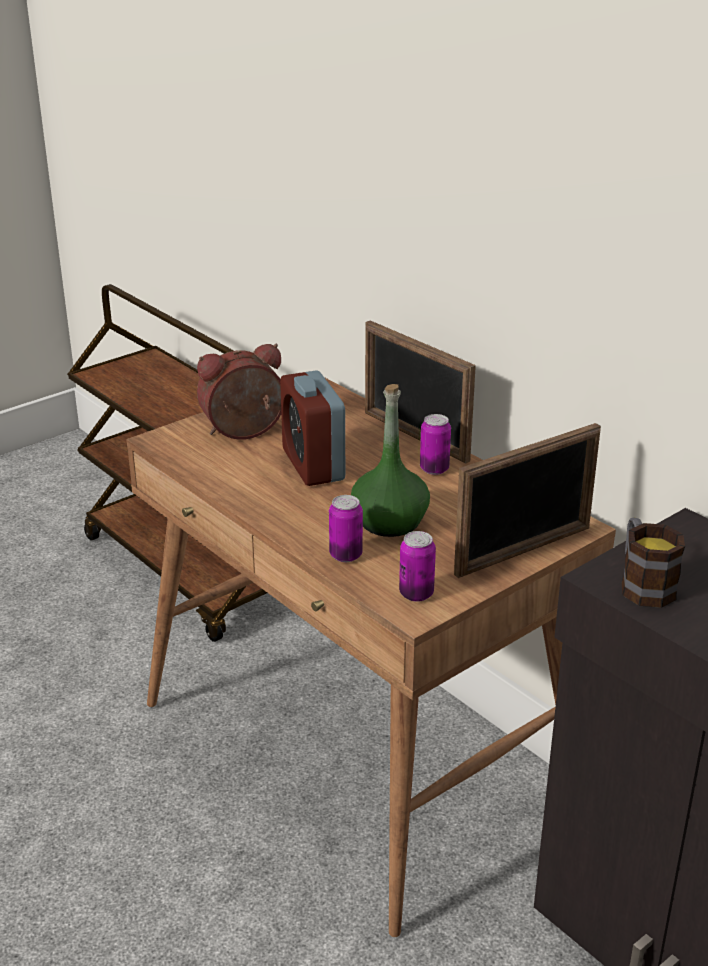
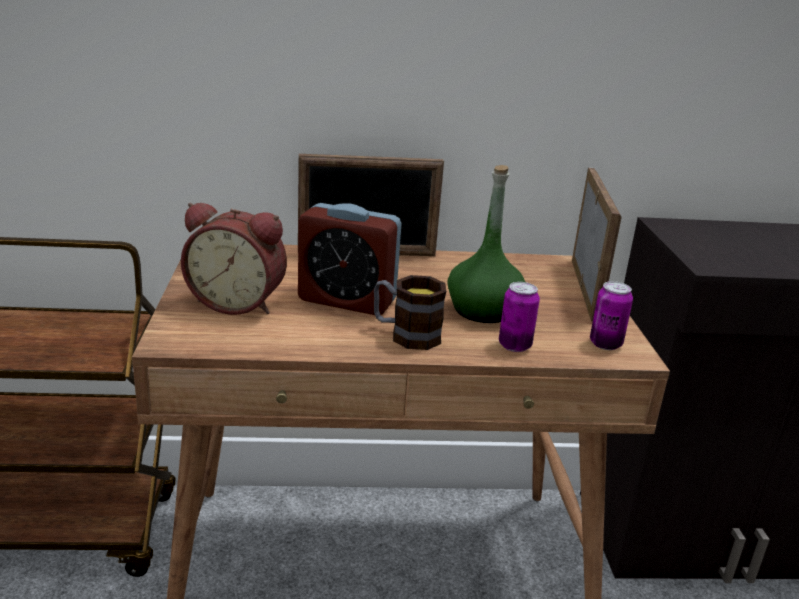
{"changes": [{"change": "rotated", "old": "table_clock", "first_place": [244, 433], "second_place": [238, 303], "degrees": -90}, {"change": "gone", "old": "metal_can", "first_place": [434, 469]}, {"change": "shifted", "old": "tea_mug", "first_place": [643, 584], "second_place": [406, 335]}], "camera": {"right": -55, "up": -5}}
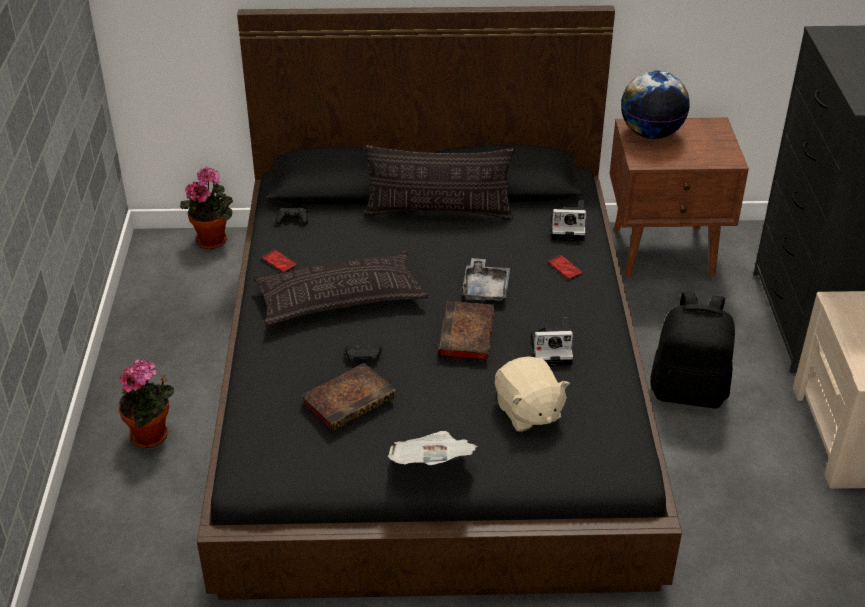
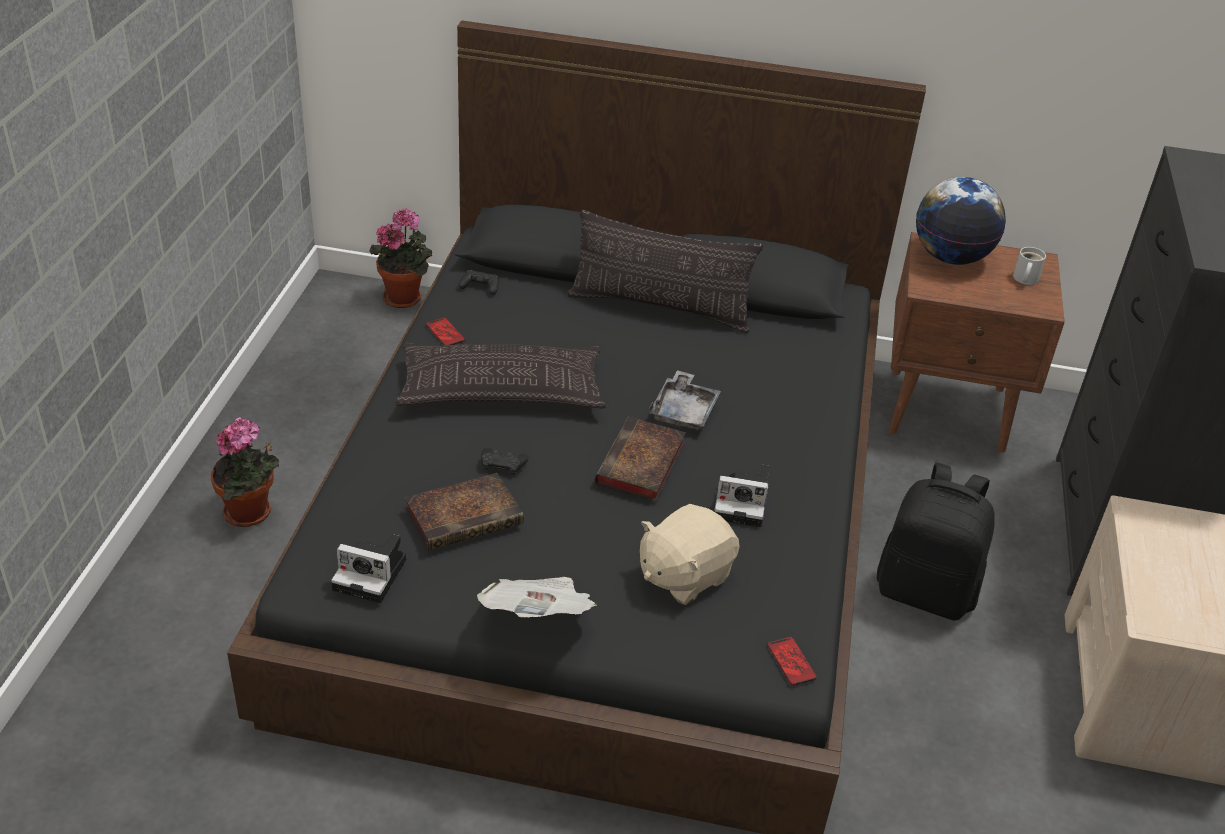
{"changes": [{"change": "shifted", "old": "photo_camera", "first_place": [569, 228], "second_place": [373, 574]}, {"change": "shifted", "old": "handset", "first_place": [564, 268], "second_place": [791, 661]}, {"change": "rotated", "old": "beige_cuddly_toy", "first_place": [528, 412], "second_place": [683, 575], "degrees": 60}, {"change": "new", "new": "white_tea_mug", "second_place": [1024, 279]}], "camera": {"right": 10, "up": 0}}
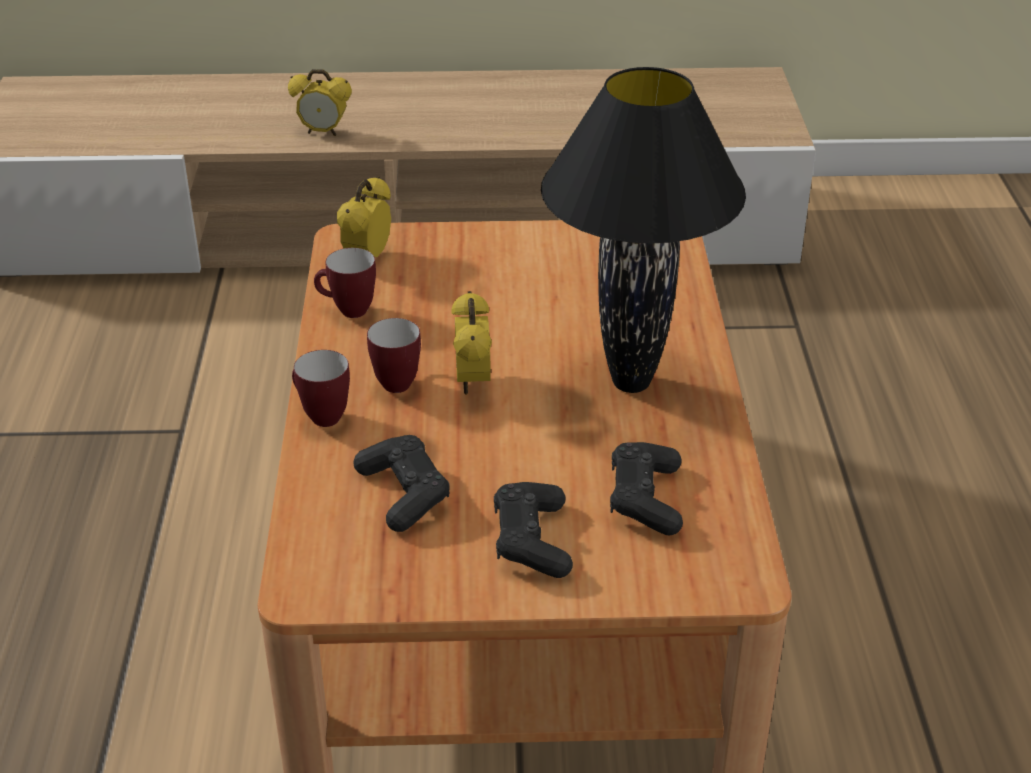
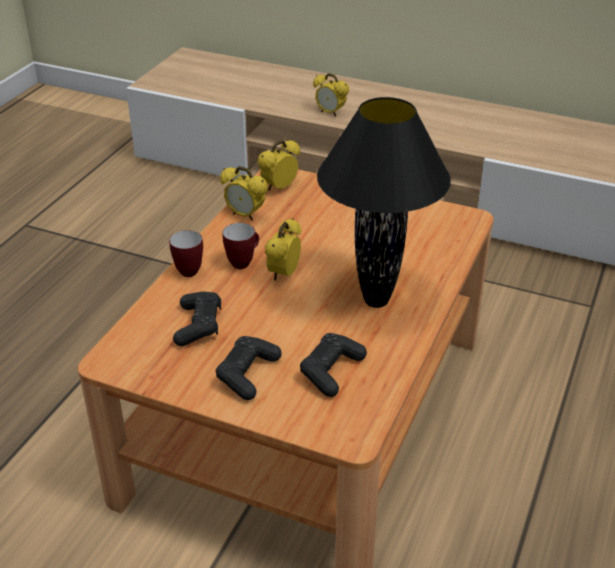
{"changes": [{"change": "swapped", "old": "tea_mug", "new": "table_clock", "first_place": [347, 311], "second_place": [245, 215]}], "camera": {"right": 25, "up": 0}}
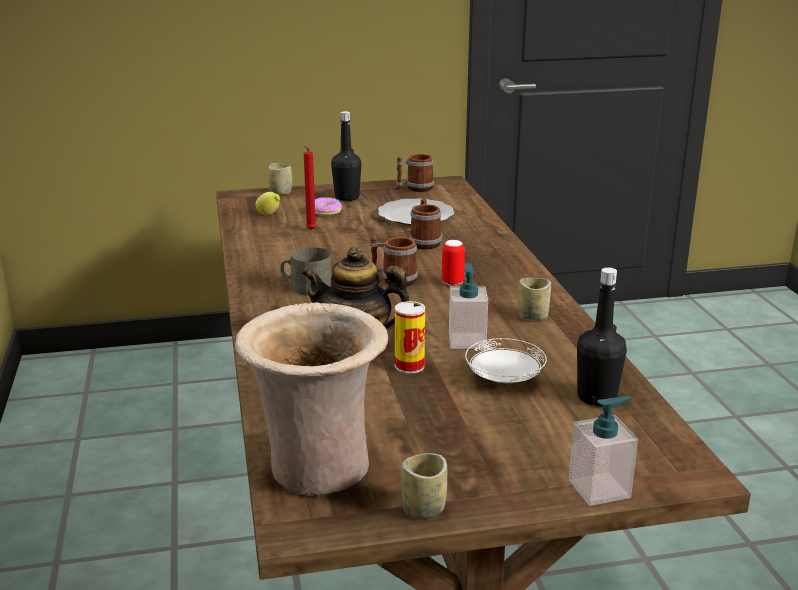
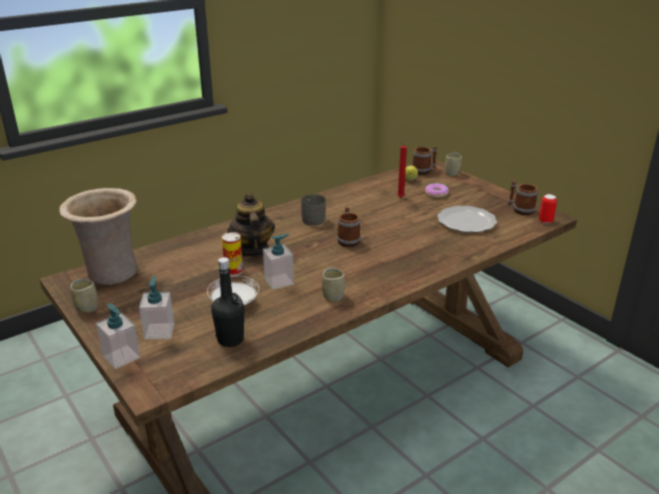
{"changes": [{"change": "gone", "old": "black_bottle", "first_place": [347, 197]}, {"change": "shifted", "old": "tea_mug", "first_place": [424, 242], "second_place": [424, 170]}, {"change": "shifted", "old": "metal_can", "first_place": [452, 283], "second_place": [545, 221]}, {"change": "new", "new": "soap_bottle", "second_place": [159, 331]}], "camera": {"right": 65, "up": 5}}
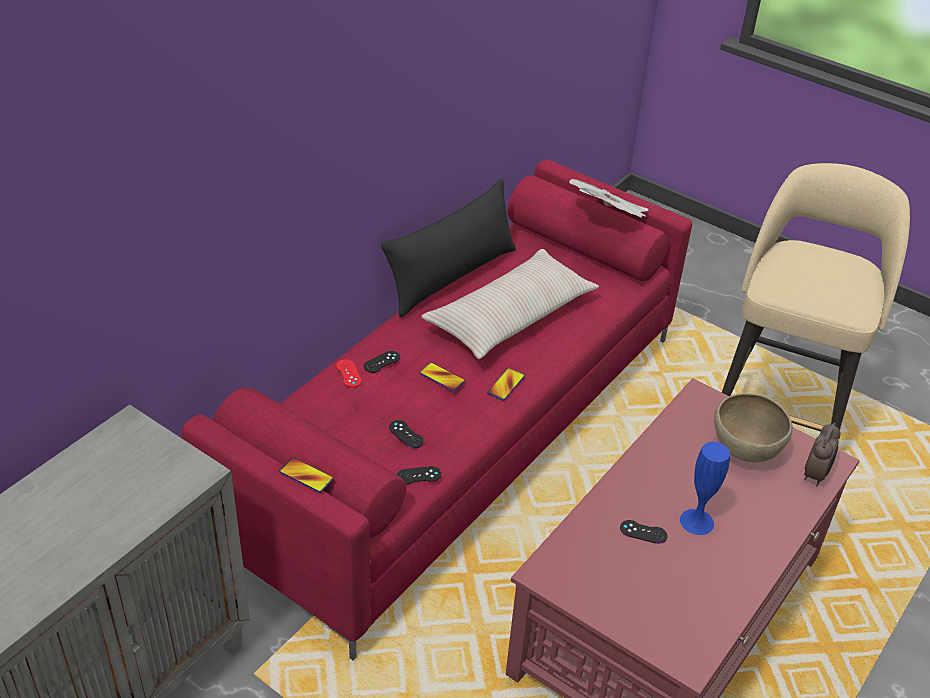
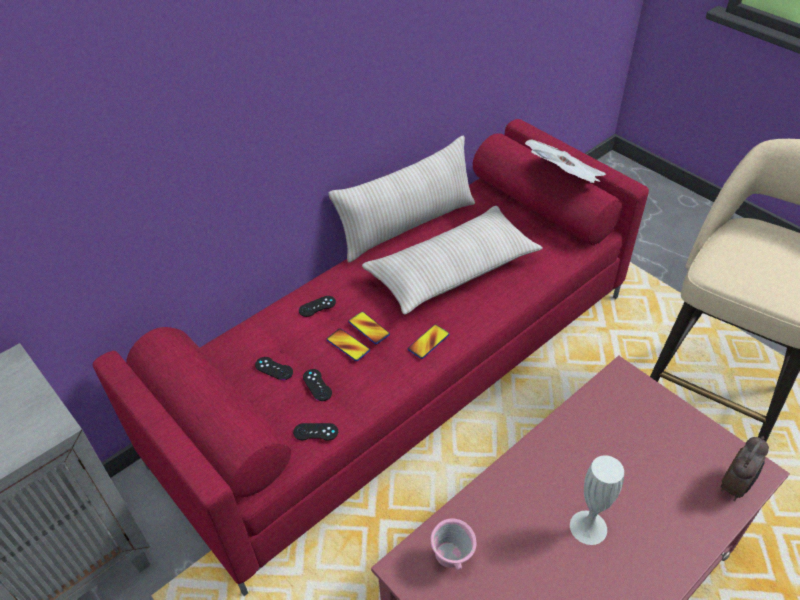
{"changes": [{"change": "repainted", "old": "black_throw_pillow", "new": "beige_throw_pillow", "first_place": [451, 276], "second_place": [407, 226]}, {"change": "gone", "old": "red_gamepad", "first_place": [349, 373]}, {"change": "gone", "old": "brownish_serving_bowl", "first_place": [744, 451]}, {"change": "repainted", "old": "blue_flower_vase", "new": "white_flower_vase", "first_place": [697, 521], "second_place": [588, 527]}, {"change": "shifted", "old": "handset", "first_place": [306, 476], "second_place": [348, 345]}, {"change": "shifted", "old": "black_gamepad", "first_place": [643, 532], "second_place": [274, 368]}, {"change": "new", "new": "pinkish_tea_mug", "second_place": [452, 559]}], "camera": {"right": 15, "up": 5}}
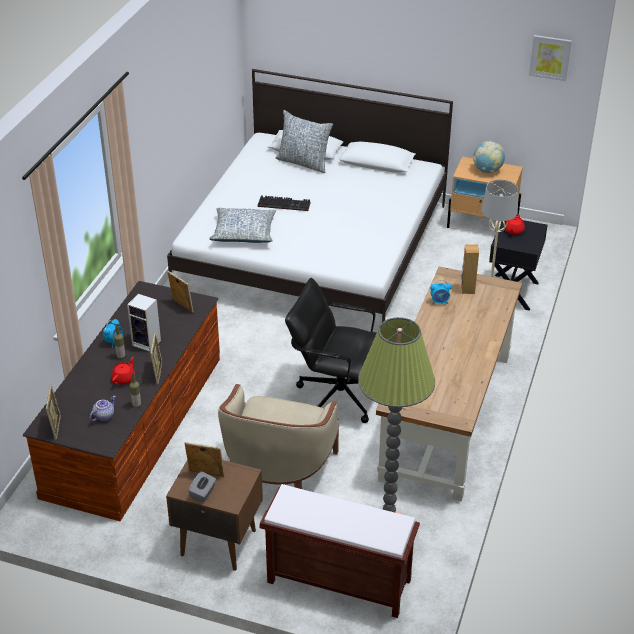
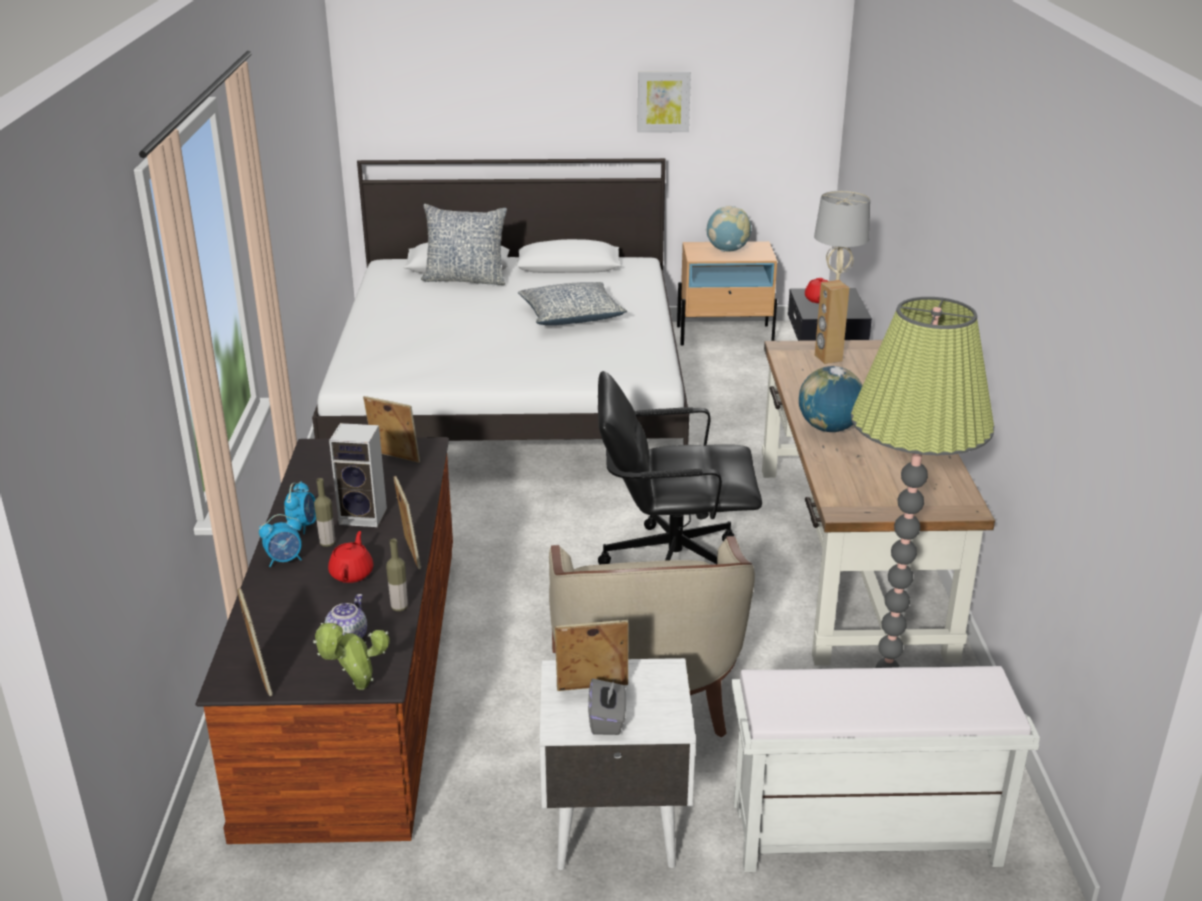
{"changes": [{"change": "shifted", "old": "wall_picture", "first_place": [550, 57], "second_place": [663, 101]}, {"change": "gone", "old": "PC_keyboard", "first_place": [285, 204]}, {"change": "shifted", "old": "throw_pillow", "first_place": [244, 233], "second_place": [571, 316]}, {"change": "shifted", "old": "table_clock", "first_place": [439, 302], "second_place": [285, 560]}, {"change": "repainted", "old": "brownish_night_table", "new": "white_night_table", "first_place": [217, 541], "second_place": [612, 827]}, {"change": "repainted", "old": "brownish_bench", "new": "white_bench", "first_place": [337, 581], "second_place": [862, 835]}, {"change": "new", "new": "world_globe", "second_place": [828, 428]}, {"change": "new", "new": "houseplant", "second_place": [357, 688]}], "camera": {"right": -20, "up": -10}}
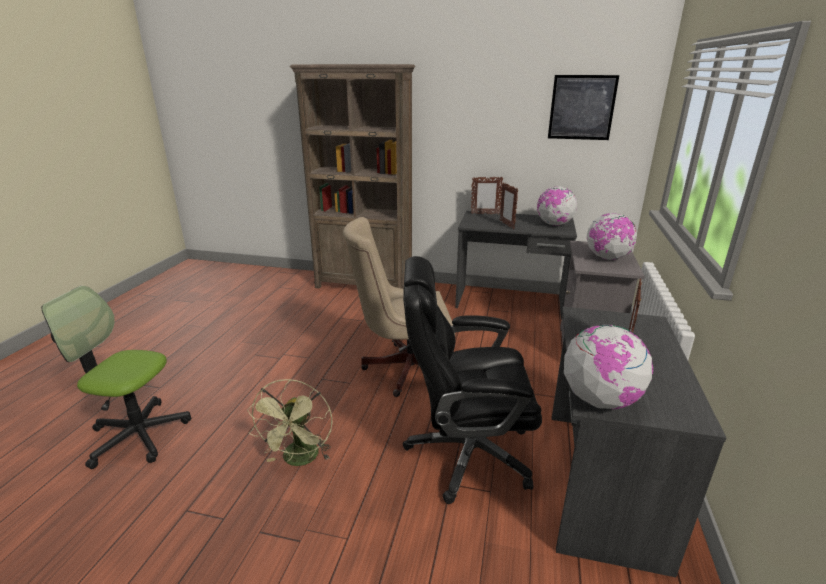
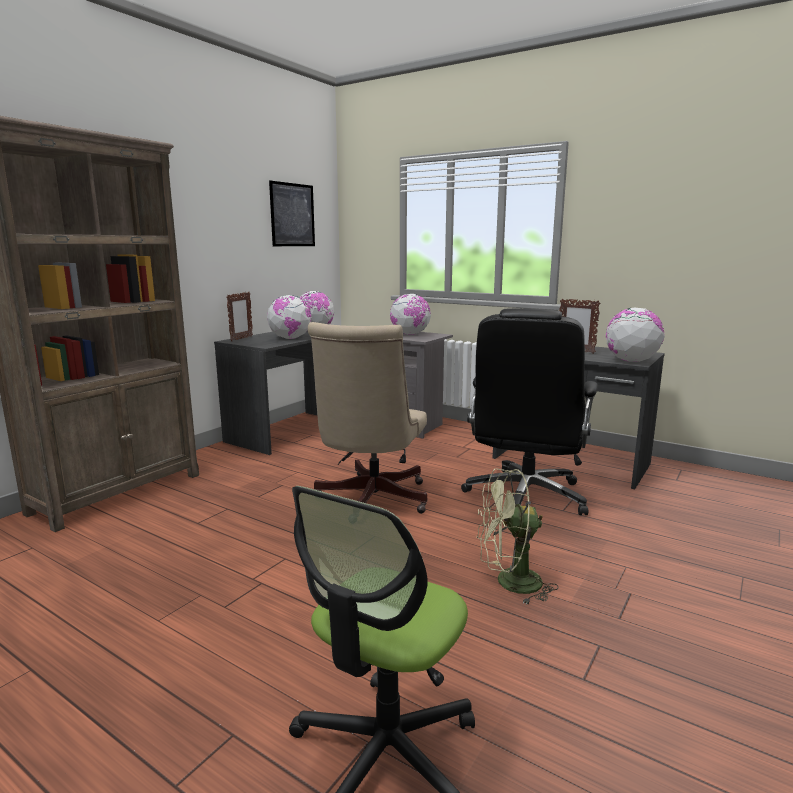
{"changes": [{"change": "swapped", "old": "standing_frame", "new": "world_globe", "first_place": [506, 225], "second_place": [290, 338]}, {"change": "rotated", "old": "green_electric_fan", "first_place": [300, 460], "second_place": [509, 583], "degrees": 150}], "camera": {"right": -70, "up": -10}}
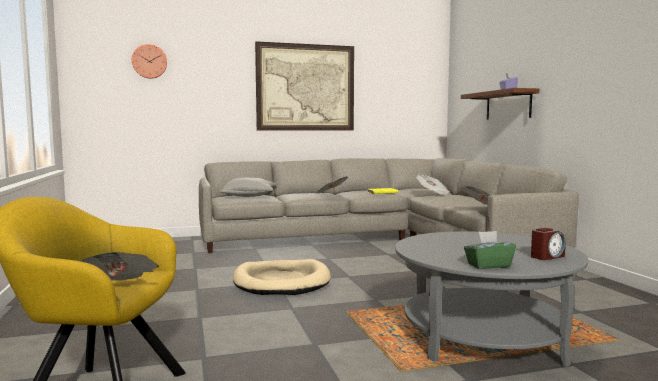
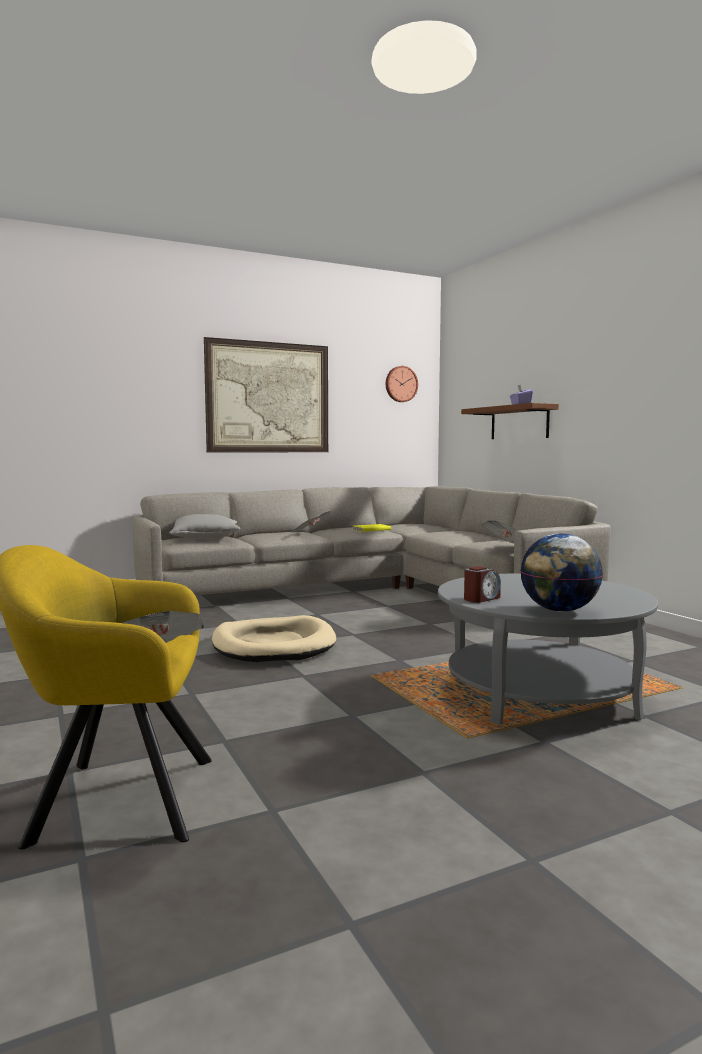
{"changes": [{"change": "shifted", "old": "hanging_clock", "first_place": [149, 61], "second_place": [400, 384]}, {"change": "gone", "old": "newspaper", "first_place": [433, 194]}, {"change": "shifted", "old": "table_clock", "first_place": [547, 256], "second_place": [481, 599]}, {"change": "swapped", "old": "green_box_of_tissues", "new": "world_globe", "first_place": [488, 265], "second_place": [559, 610]}], "camera": {"right": -10, "up": 0}}
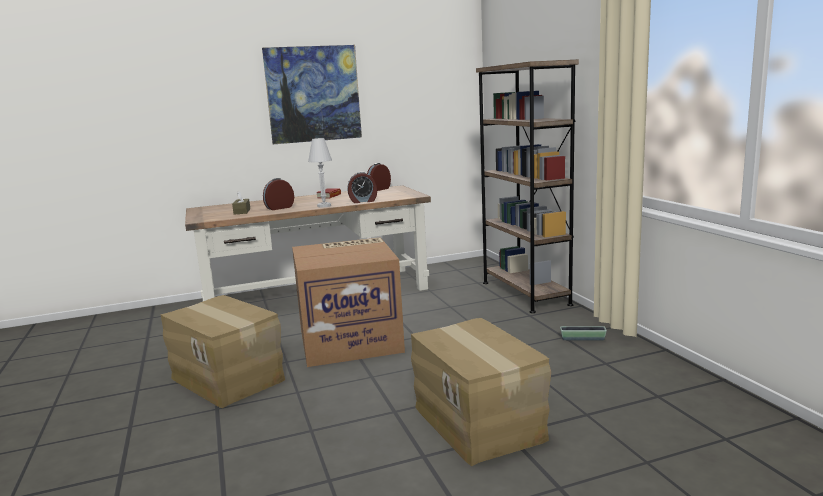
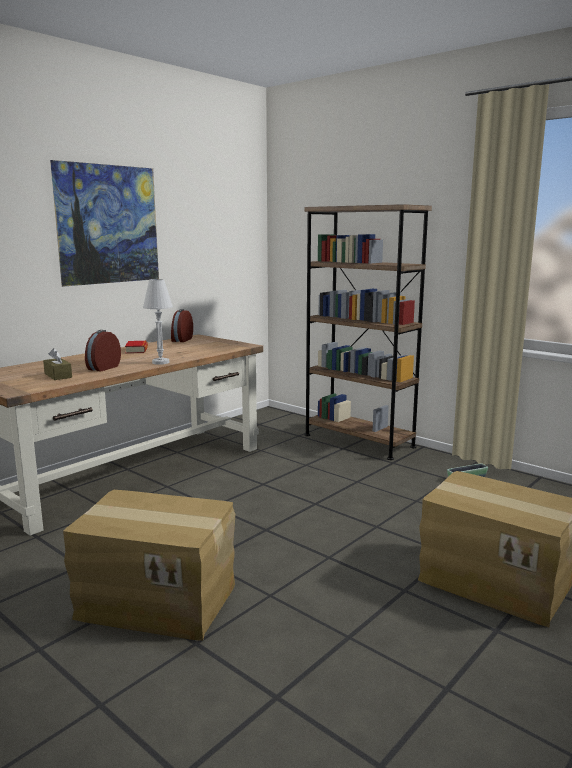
{"changes": [{"change": "gone", "old": "table_clock", "first_place": [363, 201]}, {"change": "gone", "old": "carton", "first_place": [351, 340]}], "camera": {"right": -30, "up": 0}}
